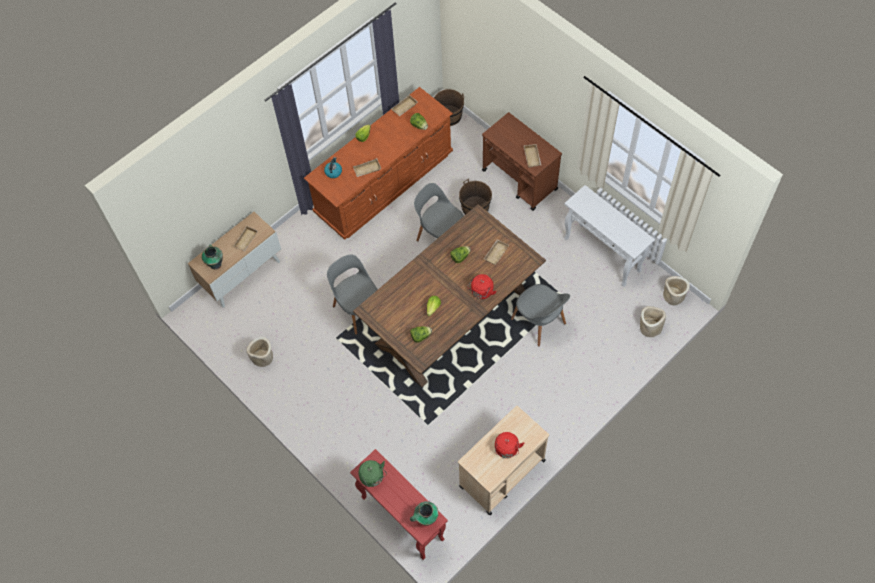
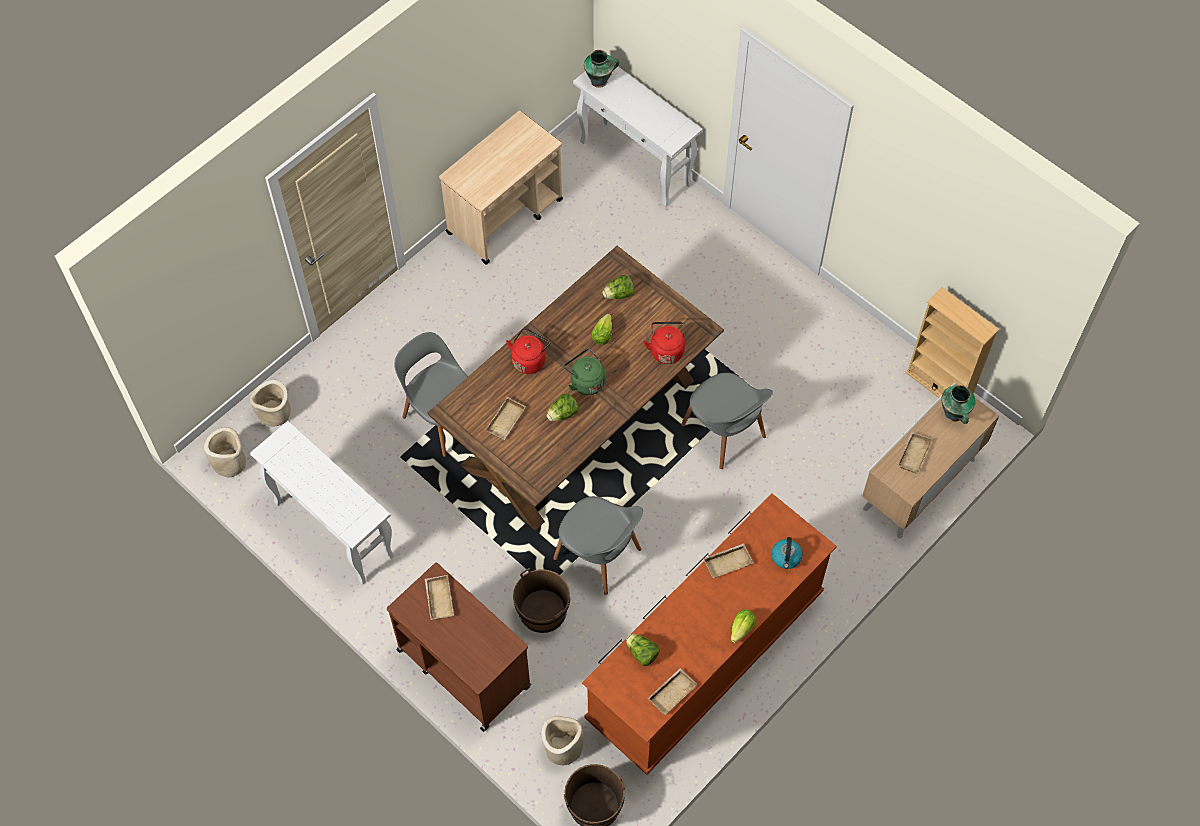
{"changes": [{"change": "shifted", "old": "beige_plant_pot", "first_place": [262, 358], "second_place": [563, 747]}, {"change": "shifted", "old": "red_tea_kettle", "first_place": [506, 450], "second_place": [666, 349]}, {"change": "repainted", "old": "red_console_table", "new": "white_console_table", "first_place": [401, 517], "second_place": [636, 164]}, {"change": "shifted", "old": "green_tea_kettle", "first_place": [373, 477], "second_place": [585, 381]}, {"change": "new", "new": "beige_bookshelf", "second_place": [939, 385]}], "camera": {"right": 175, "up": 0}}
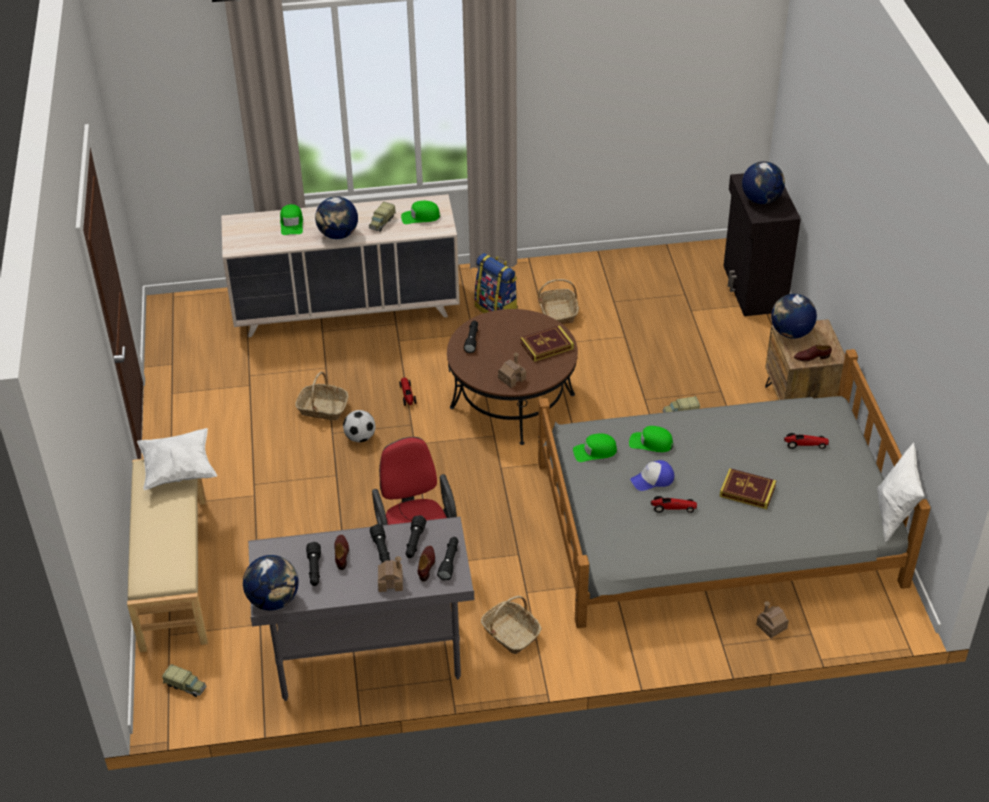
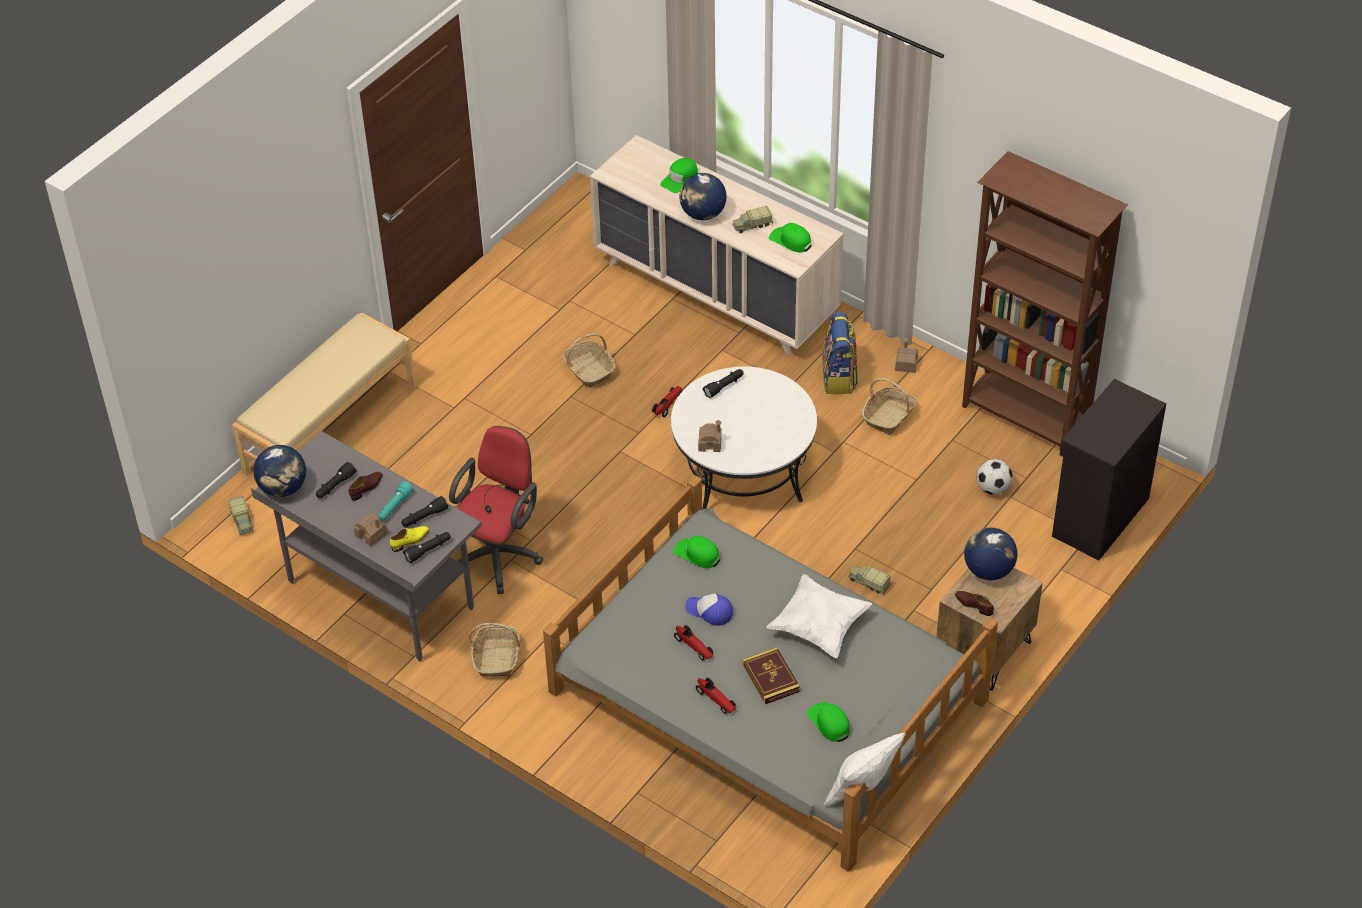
{"changes": [{"change": "gone", "old": "world_globe", "first_place": [761, 199]}, {"change": "repainted", "old": "brownish_coffee_table", "new": "white_coffee_table", "first_place": [512, 401], "second_place": [743, 470]}, {"change": "gone", "old": "volume", "first_place": [546, 346]}, {"change": "shifted", "old": "football", "first_place": [360, 437], "second_place": [993, 488]}, {"change": "shifted", "old": "green_baseball_cap", "first_place": [651, 443], "second_place": [829, 723]}, {"change": "shifted", "old": "white_throw_pillow", "first_place": [178, 470], "second_place": [819, 627]}, {"change": "shifted", "old": "model_car", "first_place": [805, 444], "second_place": [715, 699]}, {"change": "repainted", "old": "black_hand_torch", "new": "turquoise_hand_torch", "first_place": [382, 551], "second_place": [394, 507]}, {"change": "repainted", "old": "brownish_shoe", "new": "yellowish_shoe", "first_place": [427, 565], "second_place": [410, 541]}, {"change": "shifted", "old": "toy_house", "first_place": [771, 626], "second_place": [906, 364]}, {"change": "new", "new": "brownish_bookshelf", "second_place": [1025, 418]}], "camera": {"right": 45, "up": 5}}
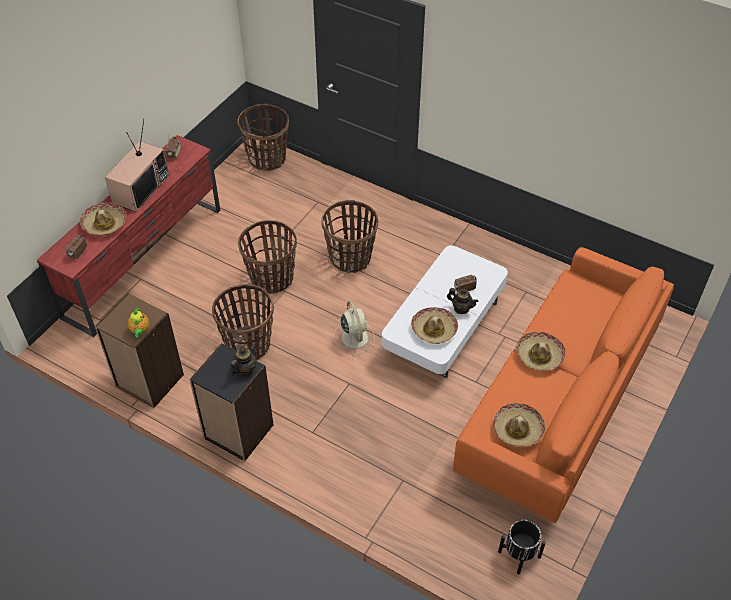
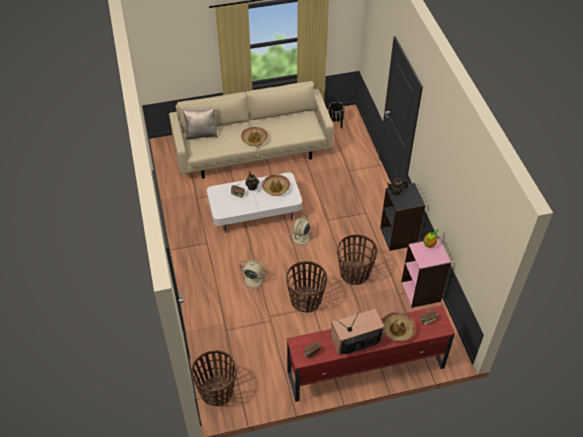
{"changes": [{"change": "swapped", "old": "storage_basket", "new": "beige_electric_fan", "first_place": [350, 258], "second_place": [252, 279]}, {"change": "repainted", "old": "orange-coloured_sofa", "new": "beige_sofa", "first_place": [557, 402], "second_place": [252, 151]}, {"change": "repainted", "old": "brownish_bookshelf", "new": "pinkish_bookshelf", "first_place": [149, 381], "second_place": [421, 291]}, {"change": "gone", "old": "hat", "first_place": [518, 429]}, {"change": "new", "new": "beige_throw_pillow", "second_place": [201, 134]}], "camera": {"right": -135, "up": 0}}
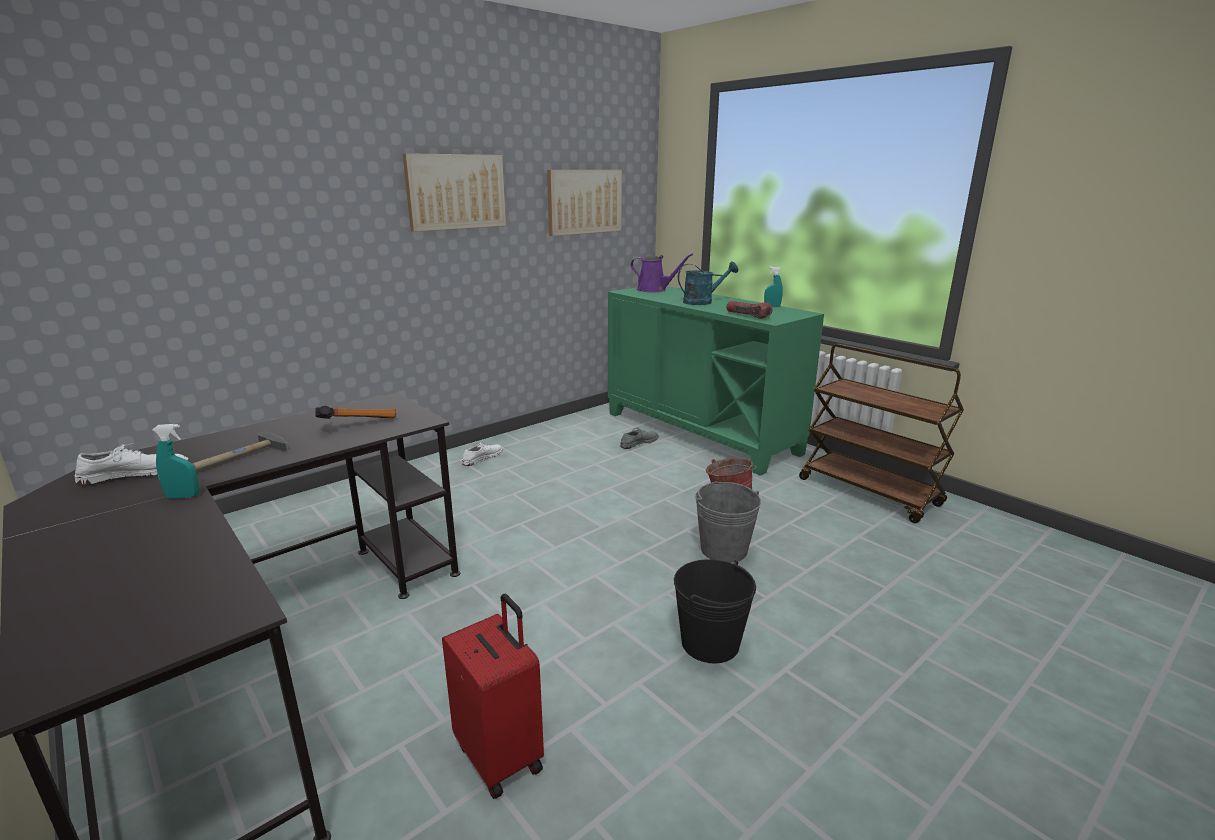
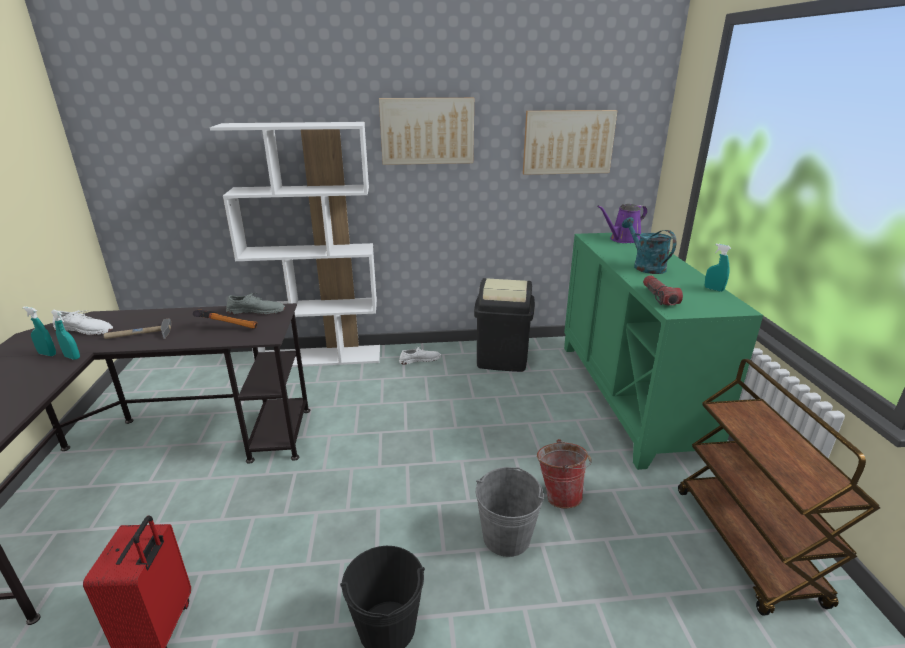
{"changes": [{"change": "rotated", "old": "purple-coloured_watering_can", "first_place": [654, 290], "second_place": [623, 239], "degrees": 90}, {"change": "rotated", "old": "turquoise_watering_can", "first_place": [703, 302], "second_place": [644, 266], "degrees": -135}, {"change": "shifted", "old": "greyish_shoe", "first_place": [639, 442], "second_place": [256, 311]}, {"change": "new", "new": "white_bookshelf", "second_place": [321, 357]}, {"change": "new", "new": "black_rubbish_bin", "second_place": [502, 359]}, {"change": "new", "new": "turquoise_spray_bottle", "second_place": [47, 354]}], "camera": {"right": 35, "up": 5}}
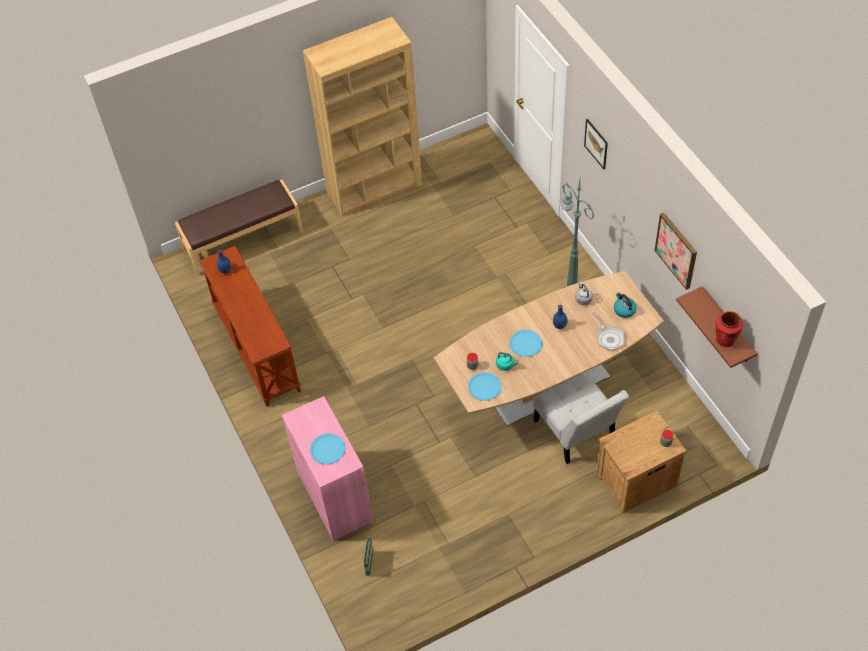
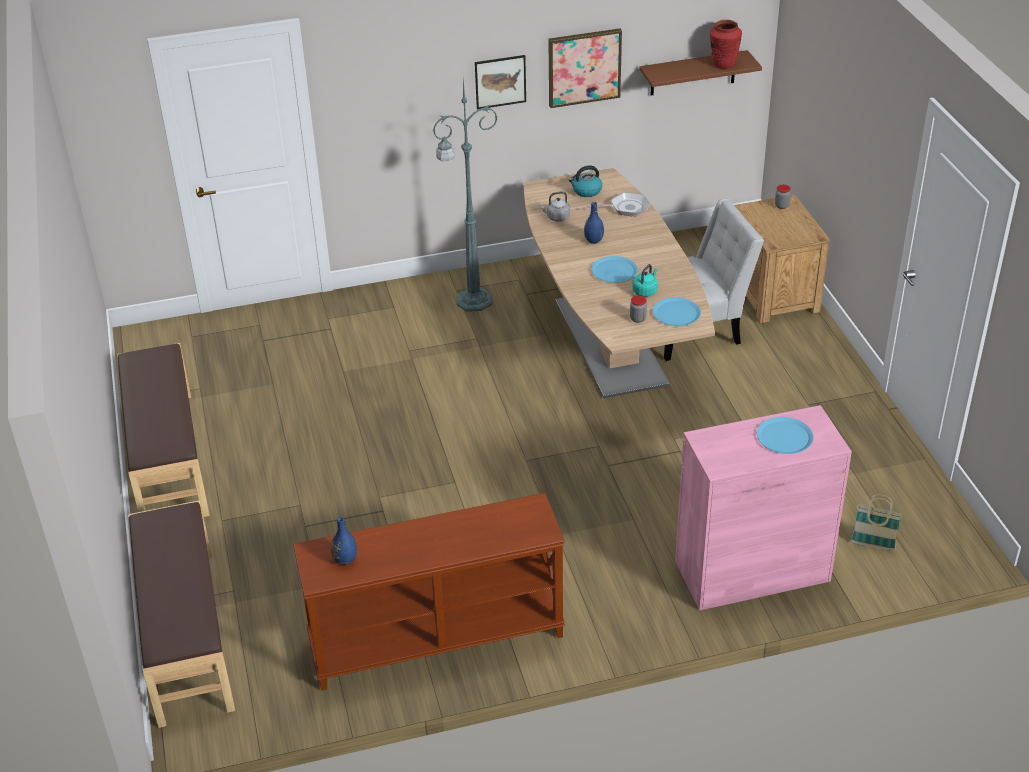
{"changes": [{"change": "swapped", "old": "brownish_bookshelf", "new": "brownish_bench", "first_place": [374, 188], "second_place": [166, 459]}, {"change": "shifted", "old": "wall_picture", "first_place": [596, 143], "second_place": [500, 81]}], "camera": {"right": -80, "up": -15}}
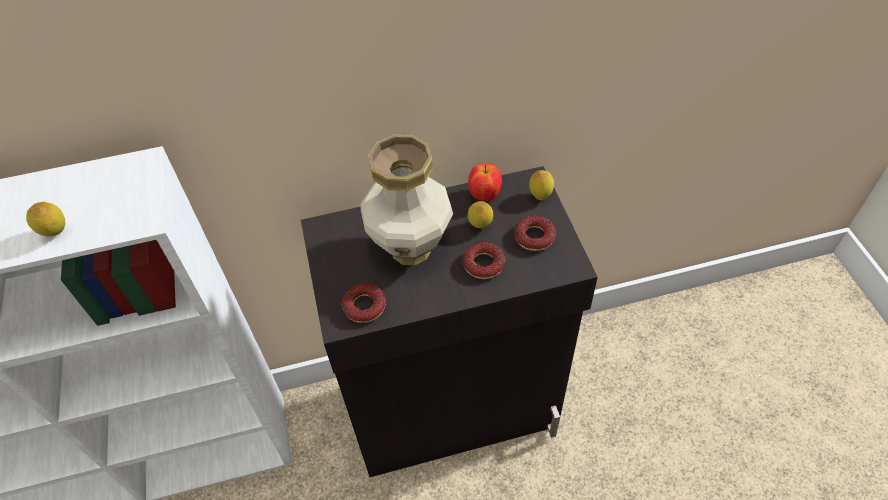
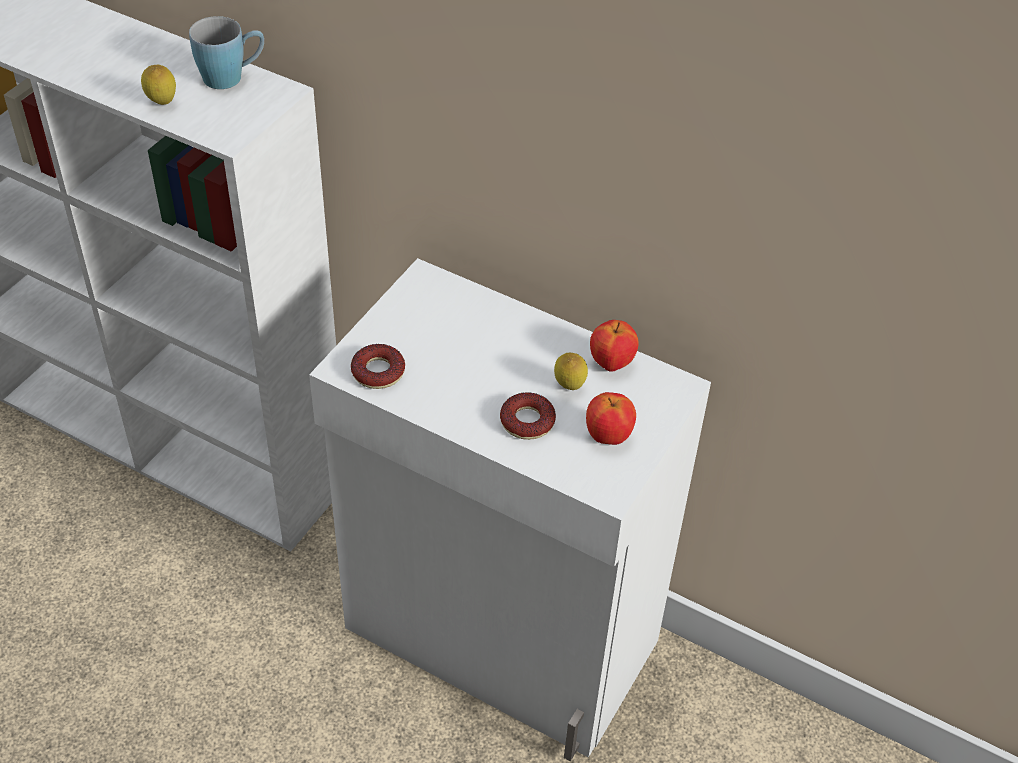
{"changes": [{"change": "gone", "old": "flower_vase", "first_place": [412, 250]}, {"change": "repainted", "old": "black_storage_cabinet", "new": "white_storage_cabinet", "first_place": [454, 407], "second_place": [500, 639]}, {"change": "gone", "old": "citrus_fruit", "first_place": [540, 196]}, {"change": "swapped", "old": "doughnut", "new": "whole_apple", "first_place": [534, 237], "second_place": [608, 437]}, {"change": "new", "new": "blue_tea_mug", "second_place": [232, 77]}], "camera": {"right": 40, "up": -5}}
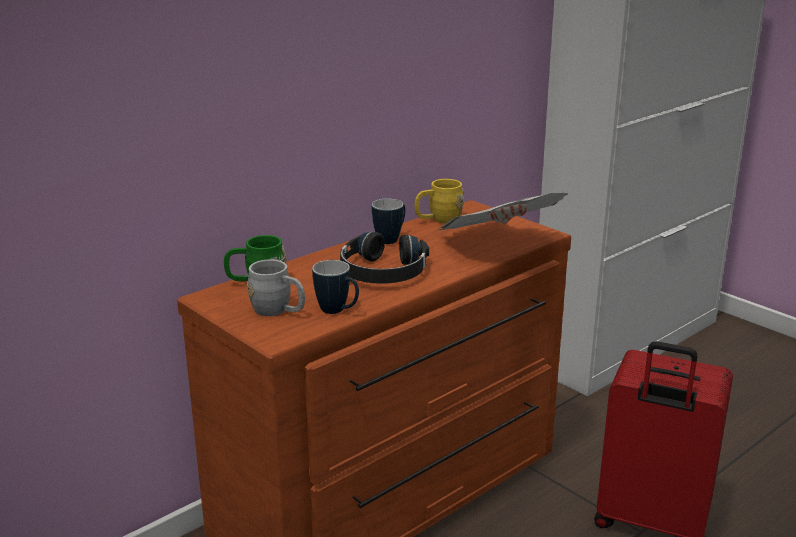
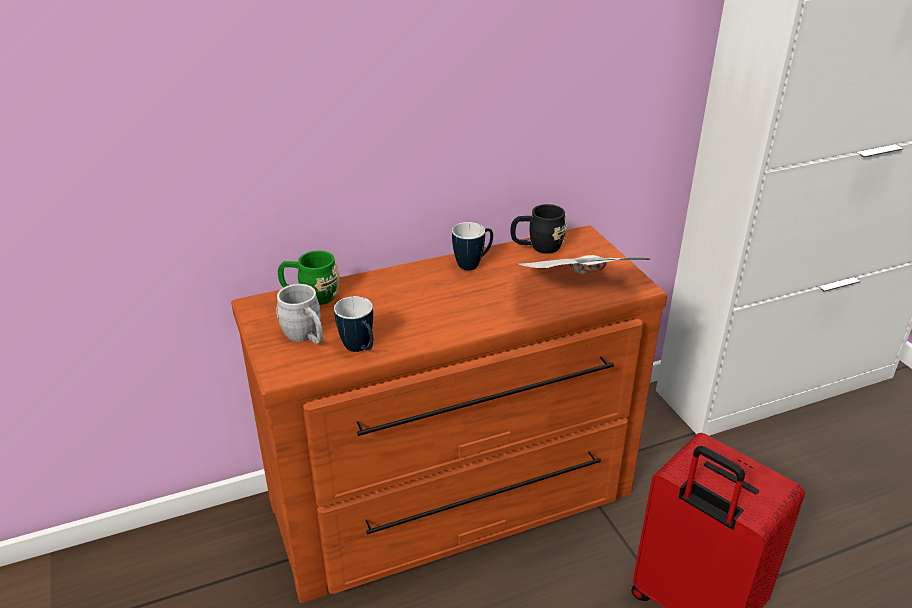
{"changes": [{"change": "repainted", "old": "yellowish_tea_mug", "new": "black_tea_mug", "first_place": [438, 220], "second_place": [537, 247]}, {"change": "gone", "old": "black_pair_of_headphones", "first_place": [382, 272]}], "camera": {"right": 20, "up": 10}}
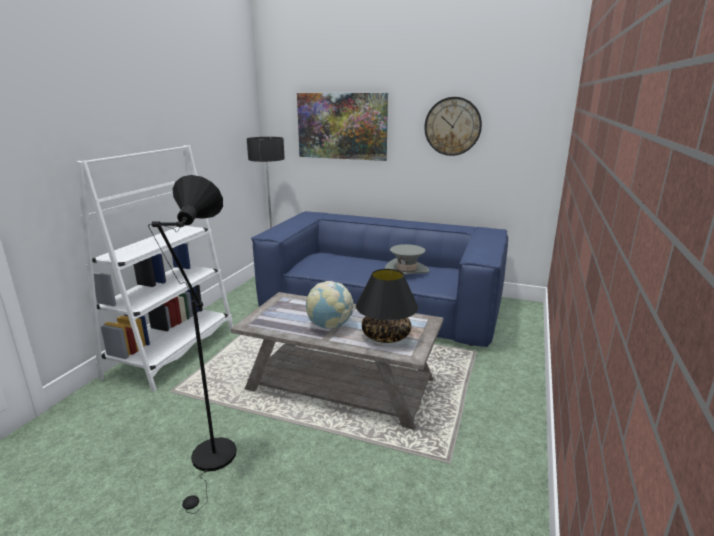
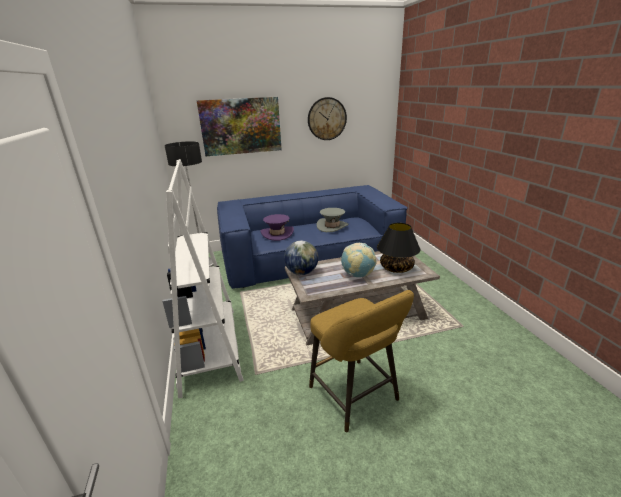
{"changes": [{"change": "swapped", "old": "black_floor_lamp", "new": "yellowish_sitting_stool", "first_place": [212, 462], "second_place": [356, 397]}, {"change": "new", "new": "purple-coloured_hat", "second_place": [277, 234]}, {"change": "new", "new": "world_globe", "second_place": [302, 272]}], "camera": {"right": -35, "up": 5}}
